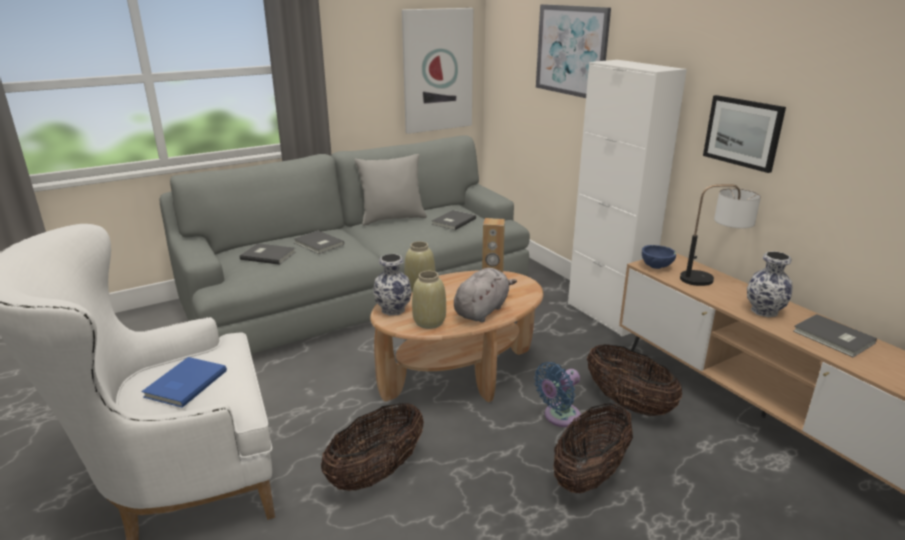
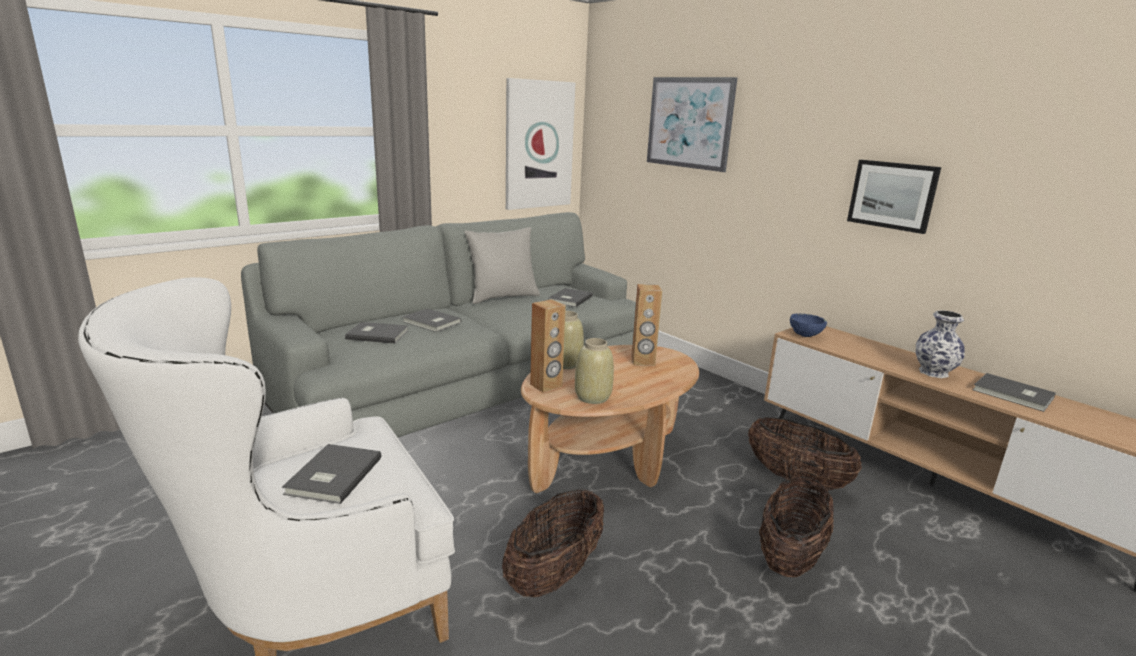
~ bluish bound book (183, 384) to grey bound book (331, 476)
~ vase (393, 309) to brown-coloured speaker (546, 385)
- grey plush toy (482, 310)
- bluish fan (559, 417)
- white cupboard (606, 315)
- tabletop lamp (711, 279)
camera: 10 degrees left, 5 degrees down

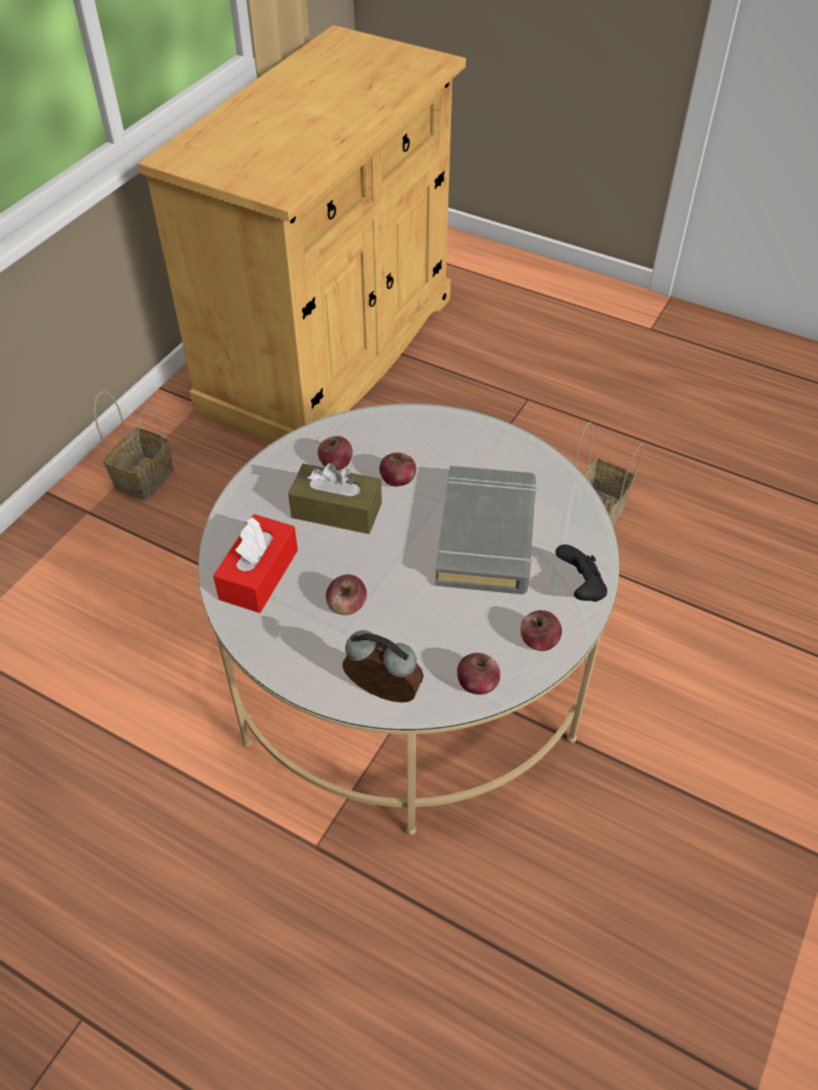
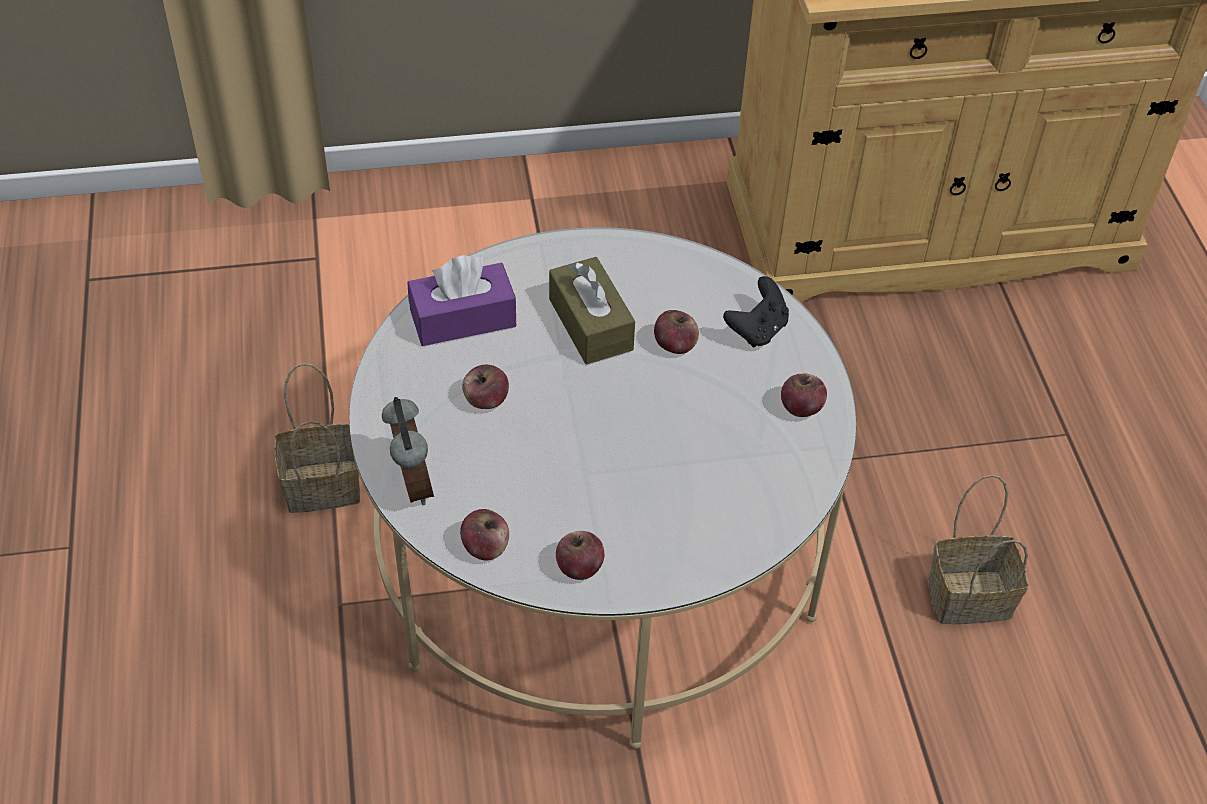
~ basket (144, 476) to (324, 484)
~ reddish tissue box (259, 574) to purple tissue box (463, 318)
~ apple fruit (336, 464) to (801, 407)
- grey bound book (486, 536)
~ black-coloured game controller (580, 588) to (757, 330)
camera: 50 degrees right, 0 degrees up

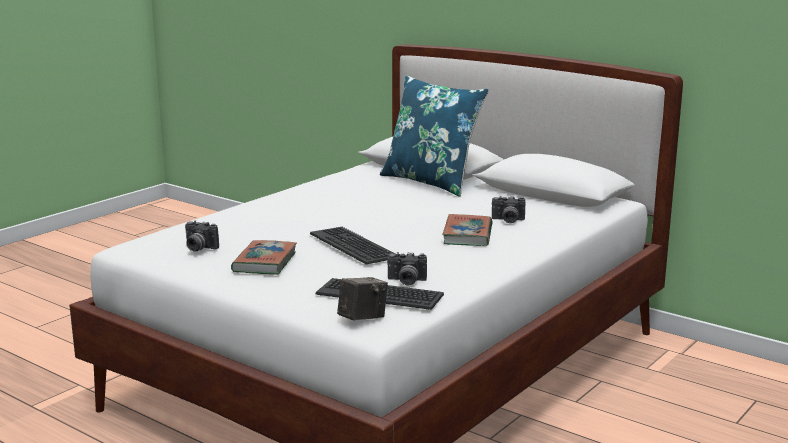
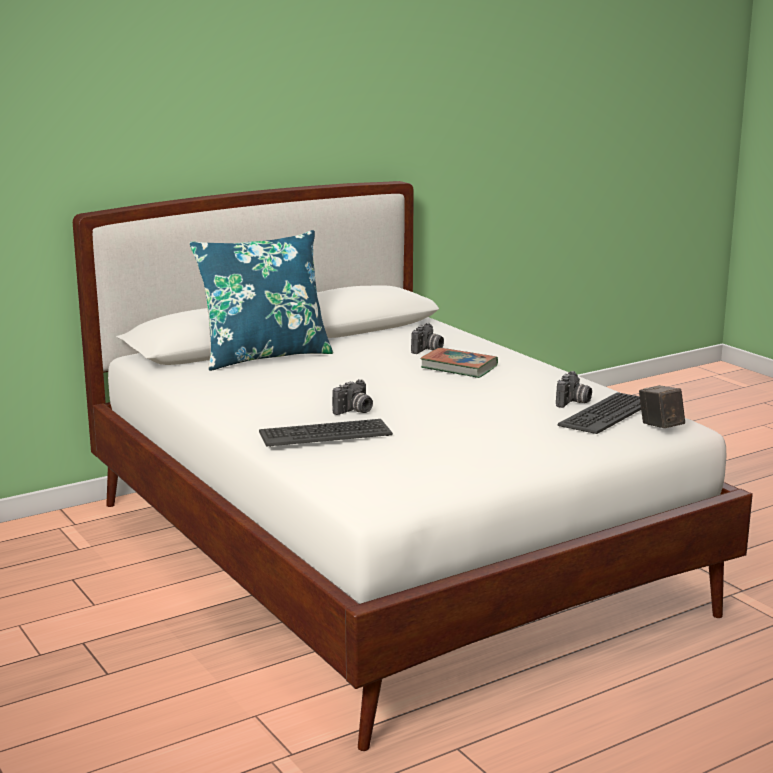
~ photo camera (198, 248) to (354, 411)
- bound book (265, 262)
~ computer keyboard (354, 246) to (325, 434)
camera: 70 degrees left, 0 degrees up

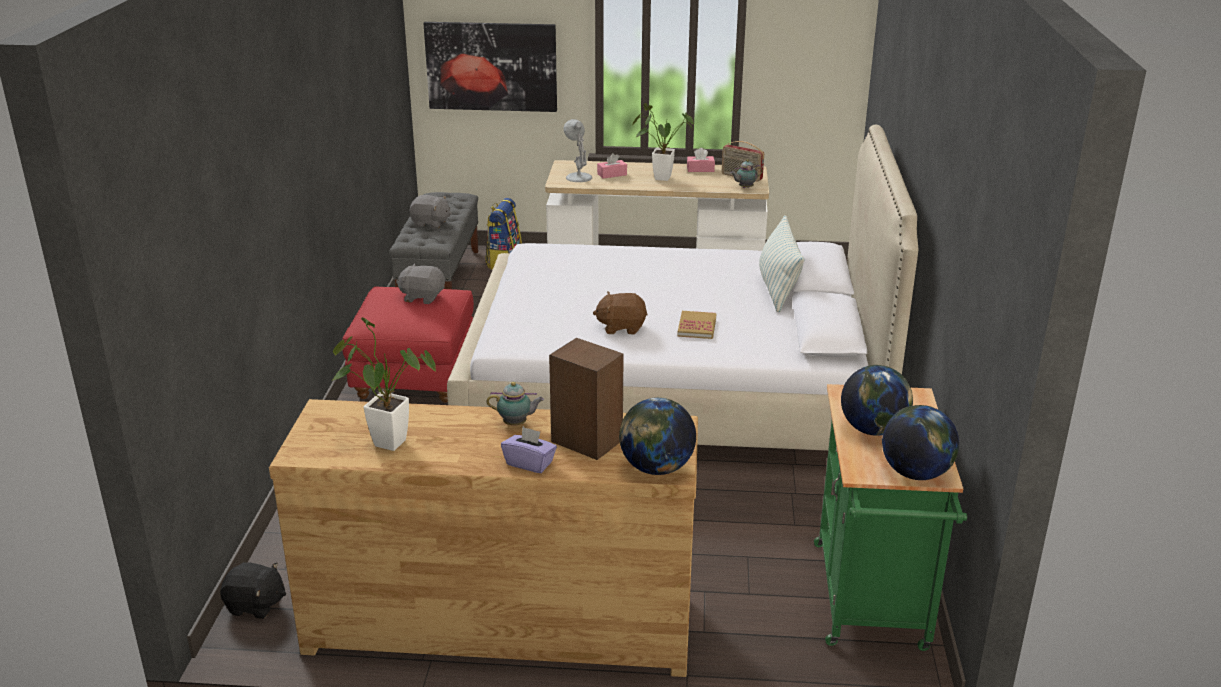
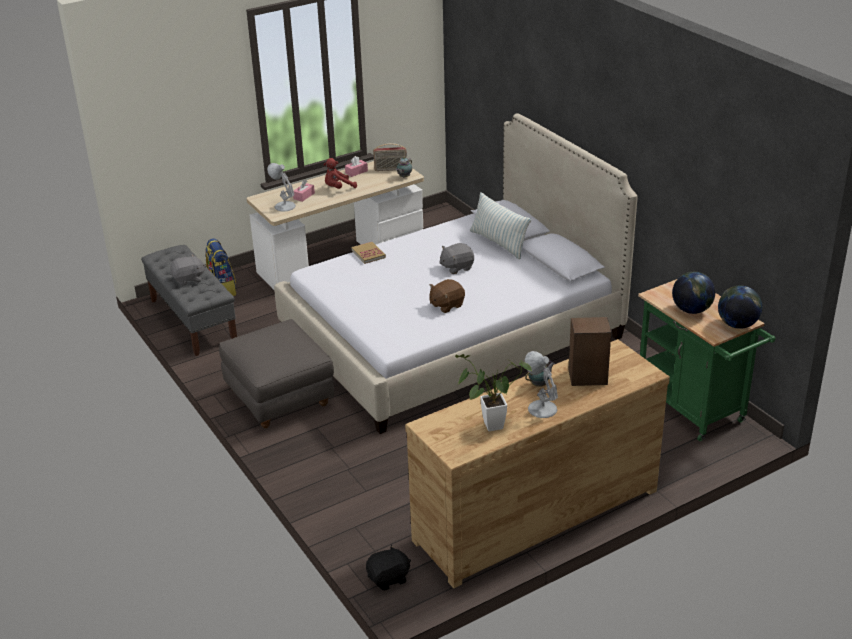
~ reddish ottoman (415, 377) to grey ottoman (280, 398)
~ grey plush toy (422, 297) to (456, 267)
- picture (491, 66)
- purple tissue box (529, 463)
- desk globe (656, 468)
~ potted plant (658, 177) to reddish plush toy (338, 188)
~ bound book (697, 327) to (368, 254)
+ white tabletop lamp (541, 408)
camera: 35 degrees left, 5 degrees up

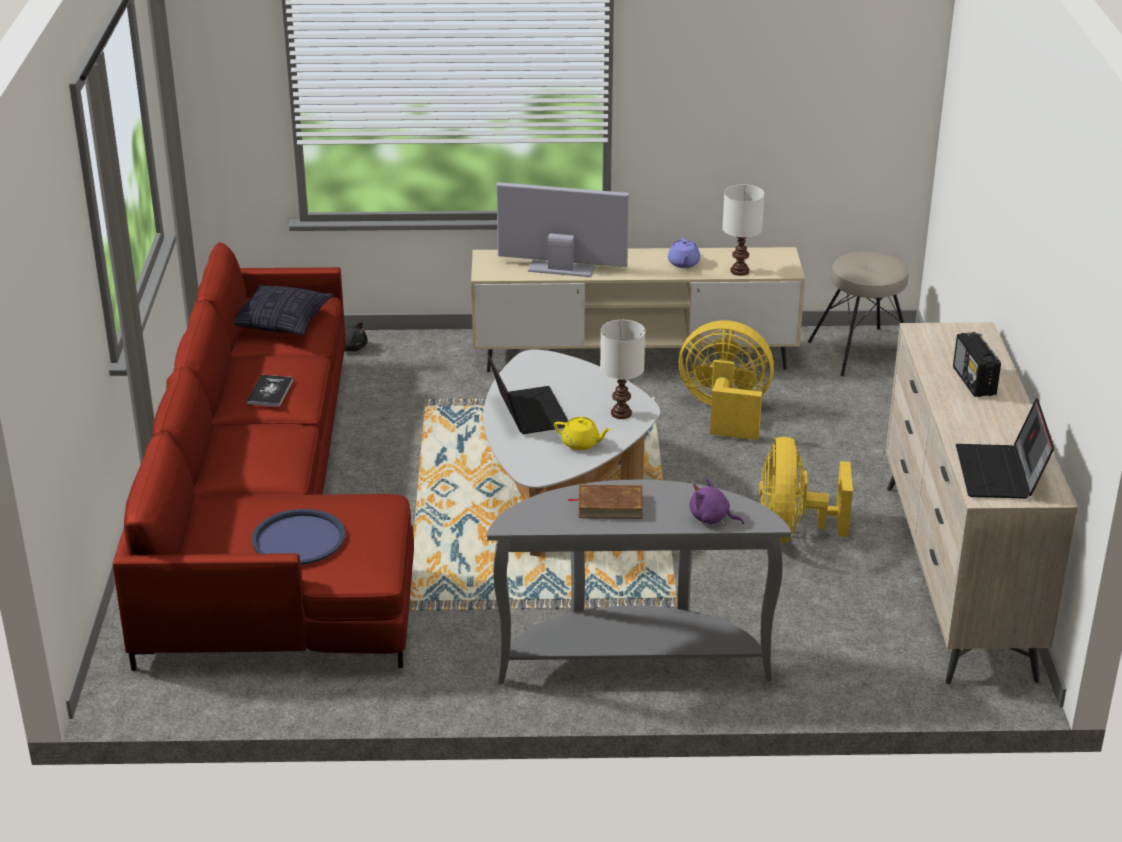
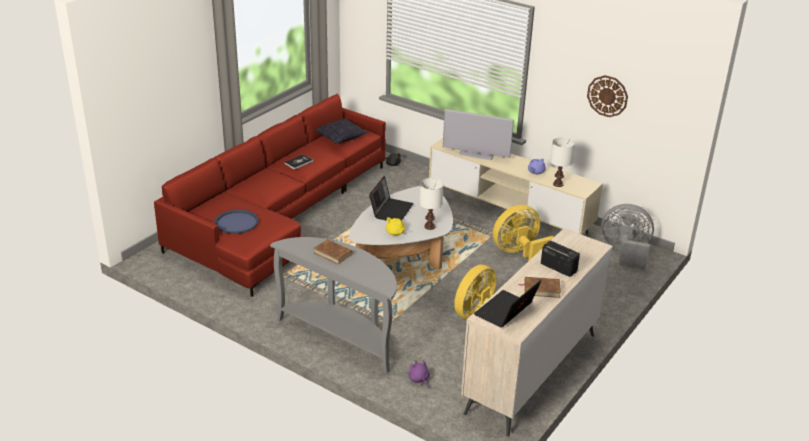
~ TV (561, 269) = (476, 154) 150 degrees clockwise
~ yellow fan (725, 412) = (519, 253) 75 degrees counterclockwise
~ purple plush toy (711, 518) to (419, 380)
~ beige-coloured sitting stool (861, 352) to grey fan (624, 253)
~ radio receiver (974, 382) = (558, 268) 105 degrees clockwise
+ brown-coloured bound book (541, 289)
+ hanging clock (607, 96)
camera: 35 degrees right, 0 degrees up

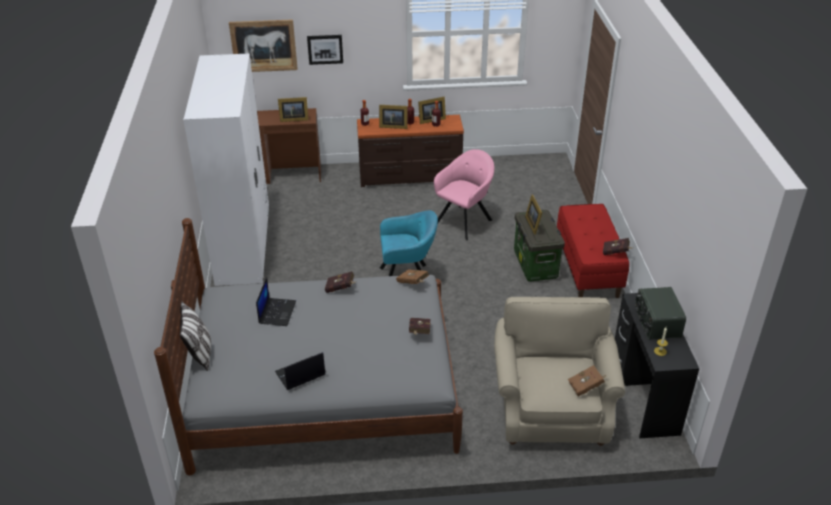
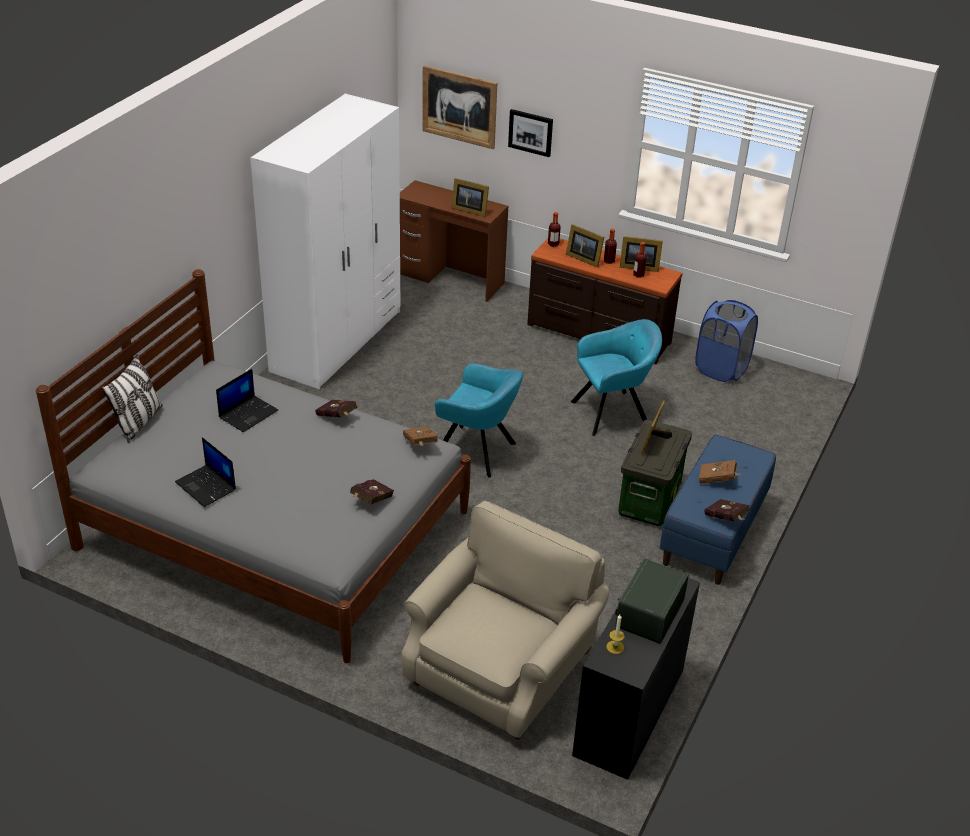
~ portable computer (300, 374) = (207, 486) 135 degrees counterclockwise
~ pinkish easy chair (464, 221) to turquoise easy chair (613, 412)
~ reddish bench (588, 269) to bluish bench (713, 533)
~ brown-coloured bound book (586, 386) to (718, 480)
+ bluish washing basket (721, 369)
camera: 30 degrees right, 0 degrees up

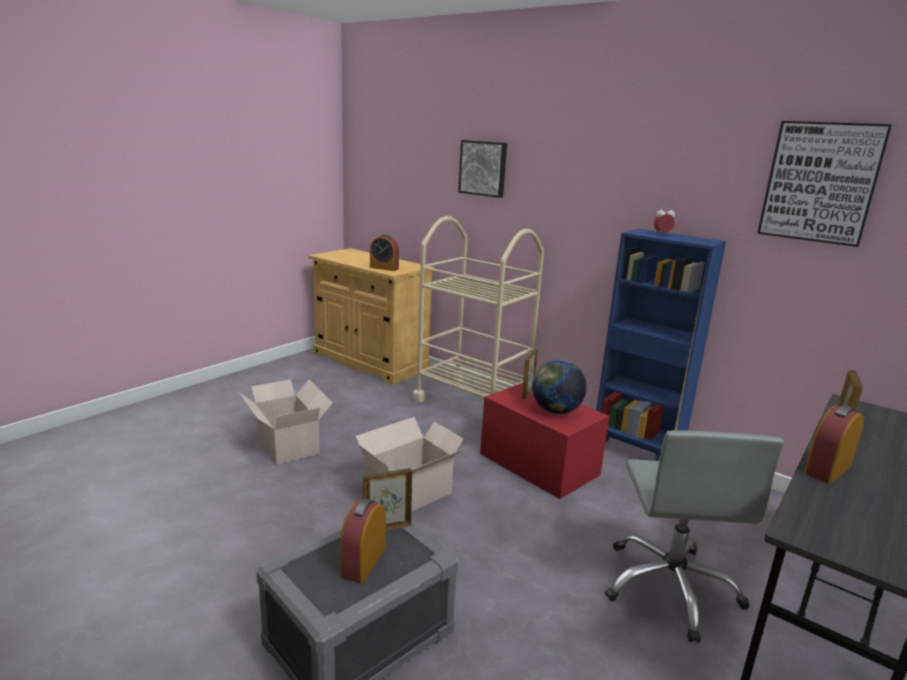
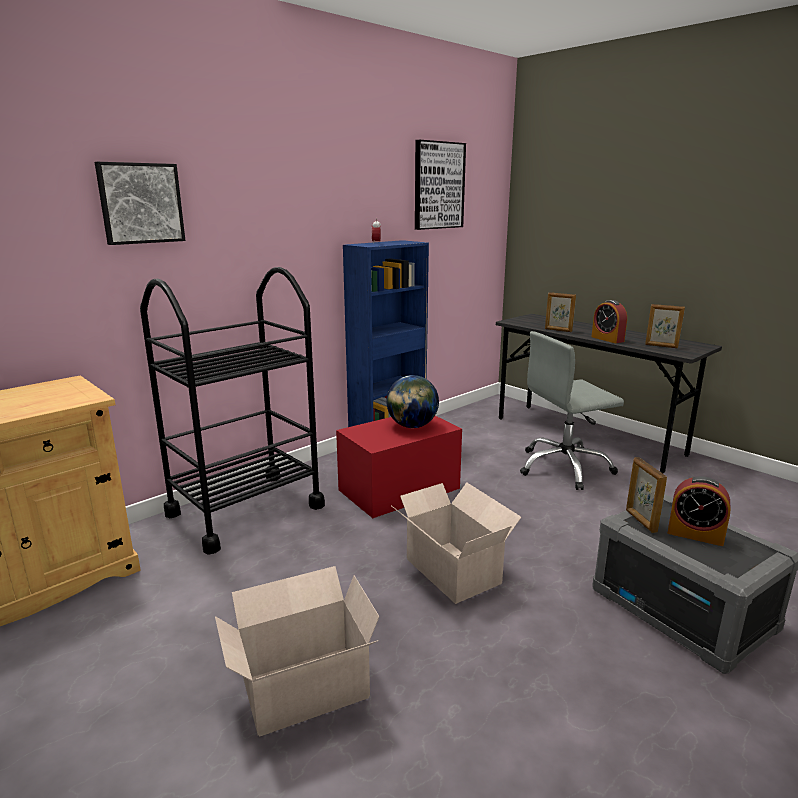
- alarm clock (384, 268)
~ beige-coloured cart (472, 403) to black-coloured cart (245, 510)
~ standing frame (527, 393) to (661, 346)
~ grey office chair (670, 587) = (564, 467) 150 degrees clockwise
camera: 80 degrees left, 0 degrees up

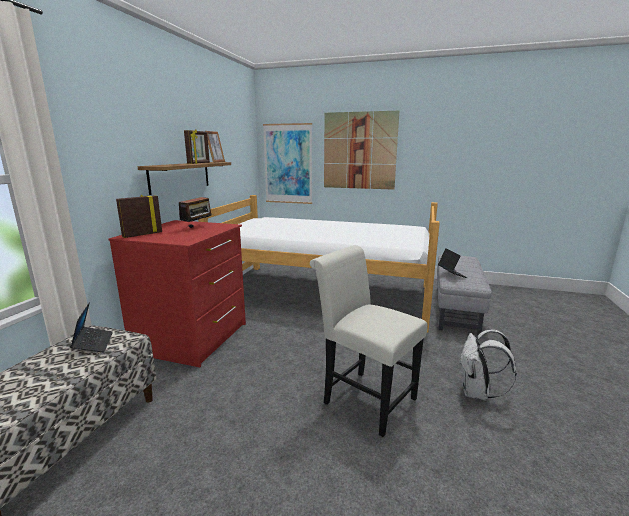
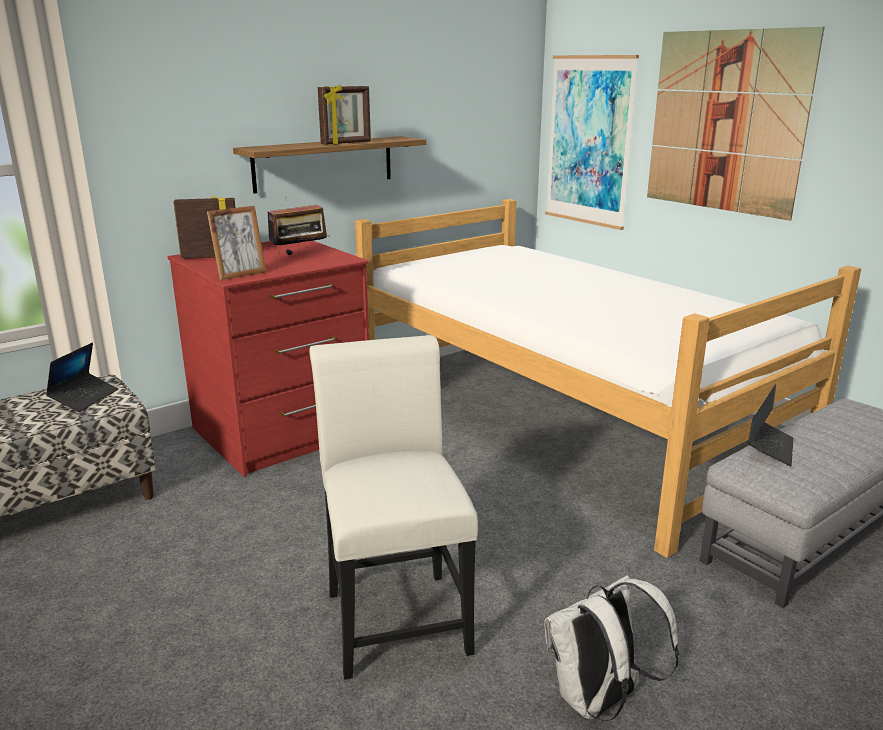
~ standing frame (216, 162) to (240, 274)
camera: 35 degrees right, 5 degrees up

